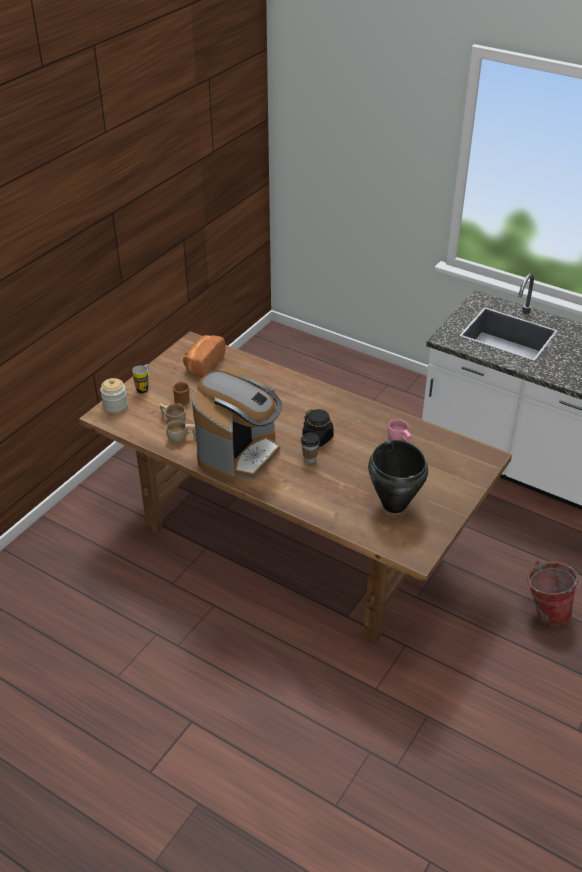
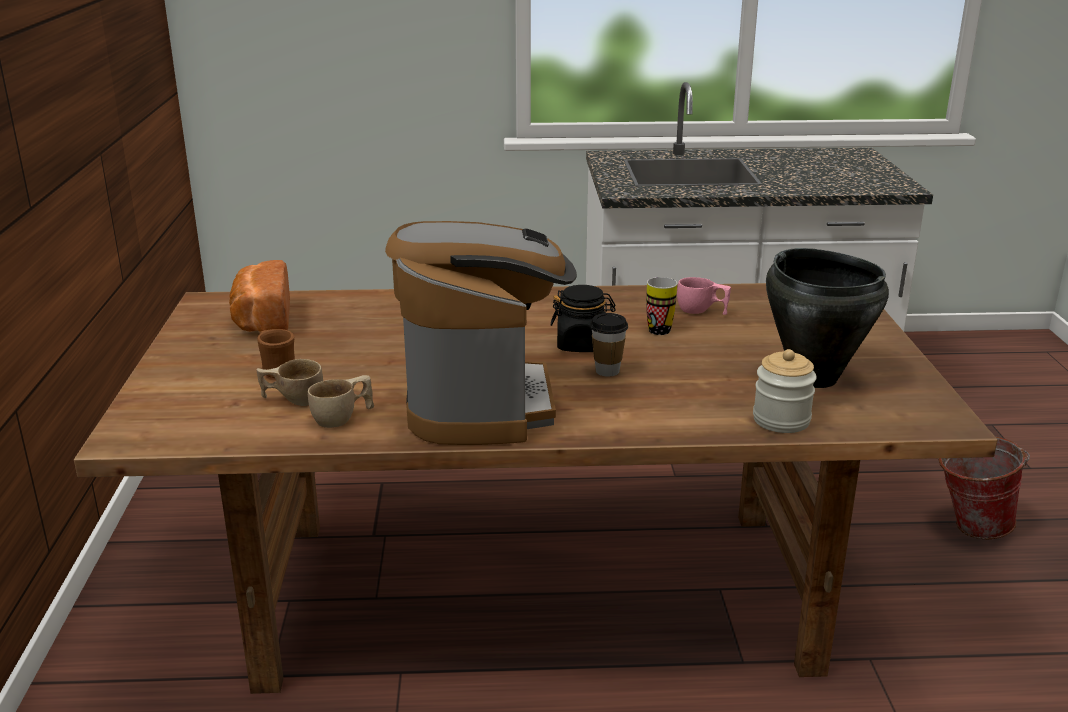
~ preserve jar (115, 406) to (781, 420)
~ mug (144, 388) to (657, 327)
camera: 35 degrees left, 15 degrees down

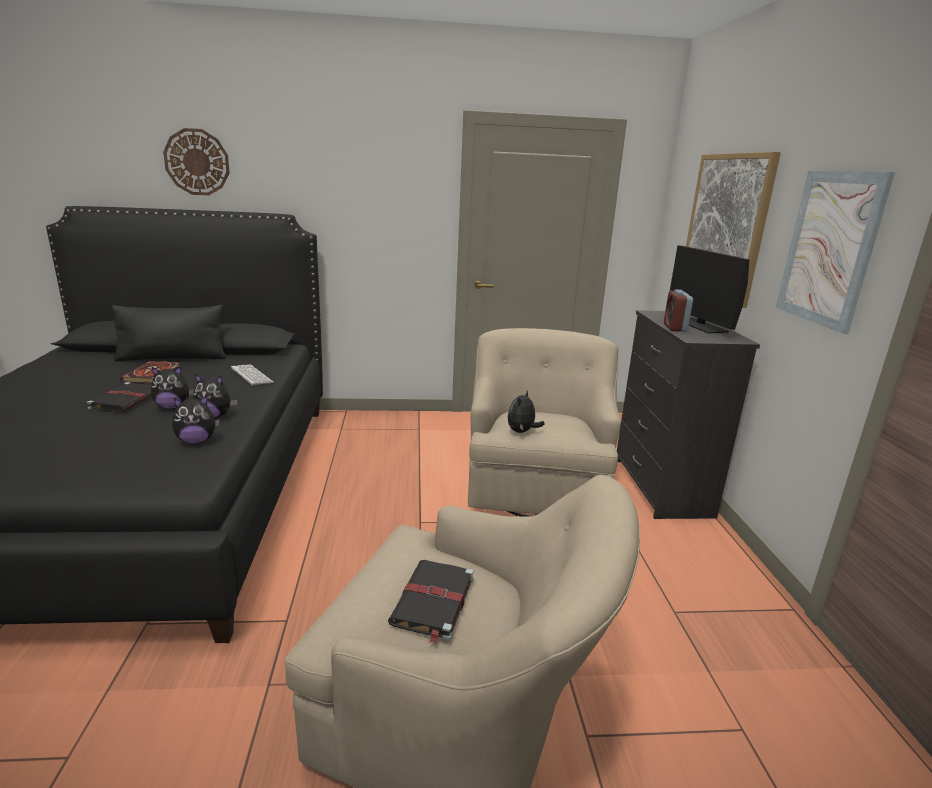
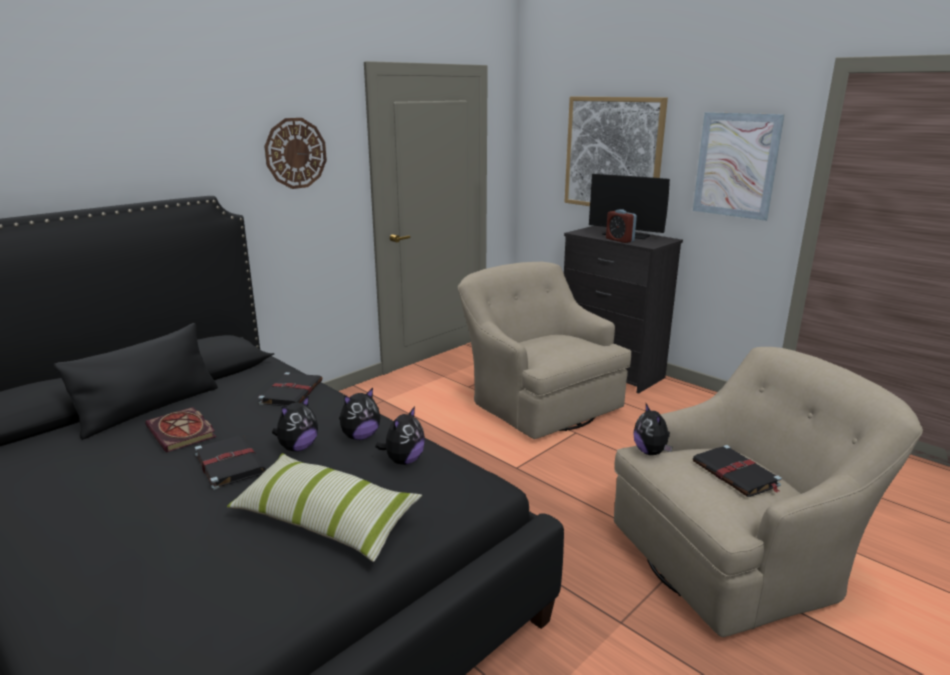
~ hanging clock (197, 162) to (295, 153)
~ computer keyboard (252, 375) to black-coloured bound book (292, 392)
~ plush toy (522, 432) to (651, 452)
+ pillow (325, 519)
camera: 40 degrees left, 0 degrees up

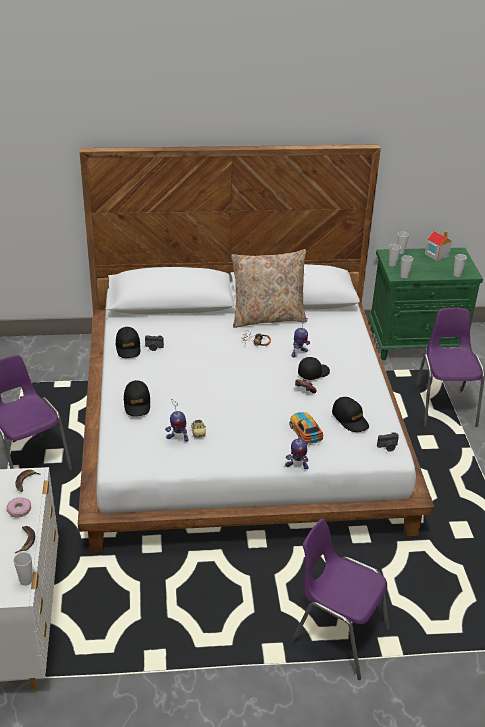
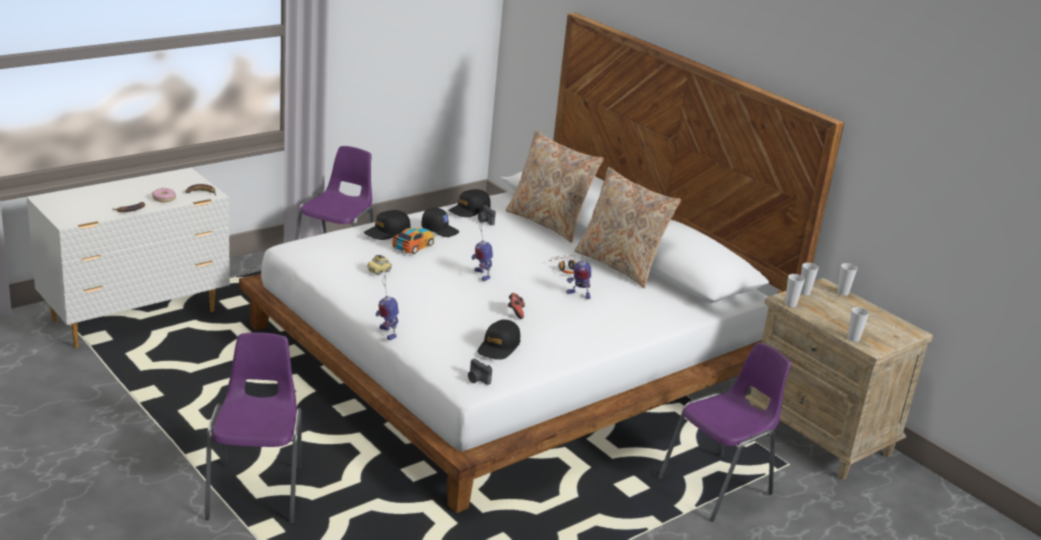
- cup (26, 580)
~ toy robot (177, 438) to (481, 275)
~ model car (305, 432) to (413, 245)
~ black-coloured baseball cap (313, 373) to (440, 230)
~ green-coloured bedside table (416, 343) to beige-coloured bedside table (820, 437)
- toy house (436, 255)
+ beige-coloured pillow (548, 223)
camera: 55 degrees right, 10 degrees down

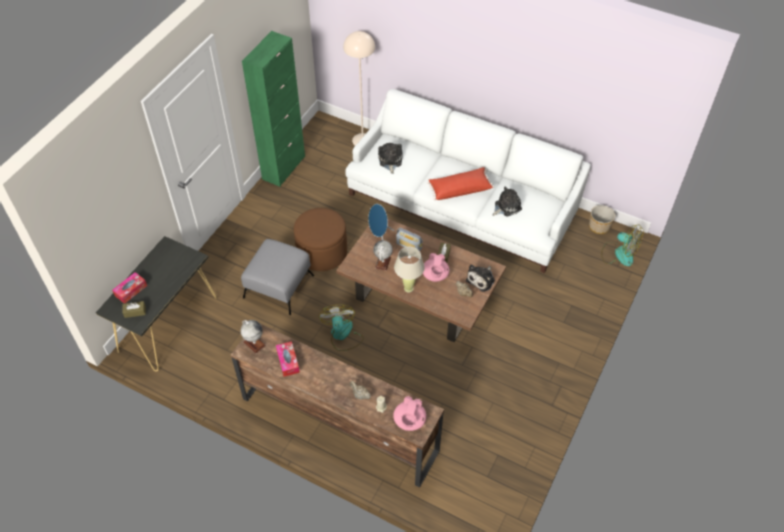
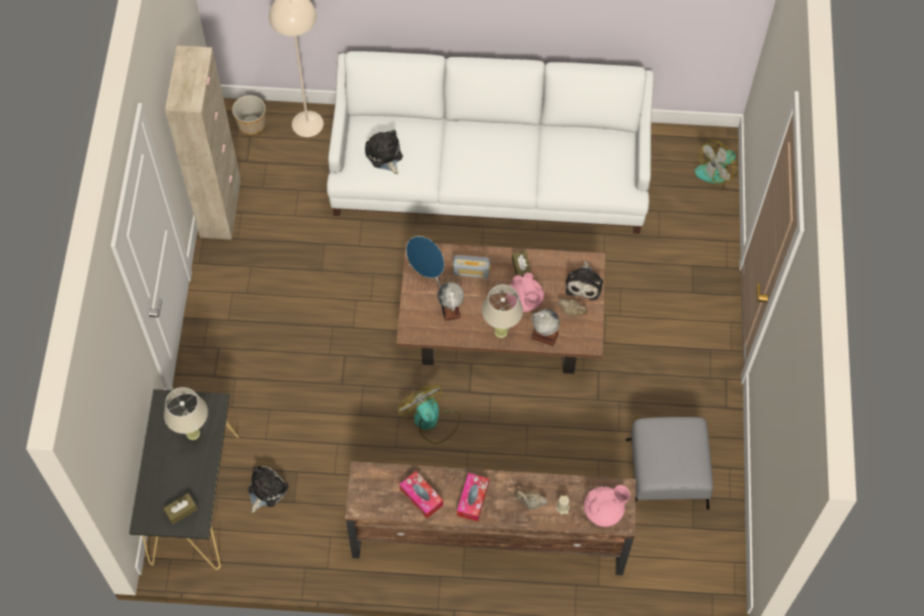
~ tissue box (131, 290) to (473, 499)
~ grey ottoman (279, 286) to (667, 473)
~ desk globe (254, 343) to (544, 335)
~ green-coloured cupboard (284, 168) to beige-coloured cupboard (221, 208)
- brown-coloured ottoman (322, 252)
~ pinkish tea pot (409, 421) = (604, 511) 90 degrees counterclockwise
- reddish pillow (459, 189)
~ plush toy (506, 207) to (266, 490)
~ flower pot (599, 226) to (252, 123)
~ fan (619, 253) = (718, 170) 135 degrees clockwise
+ beige-coloured tabletop lamp (193, 433)
camera: 25 degrees left, 10 degrees up

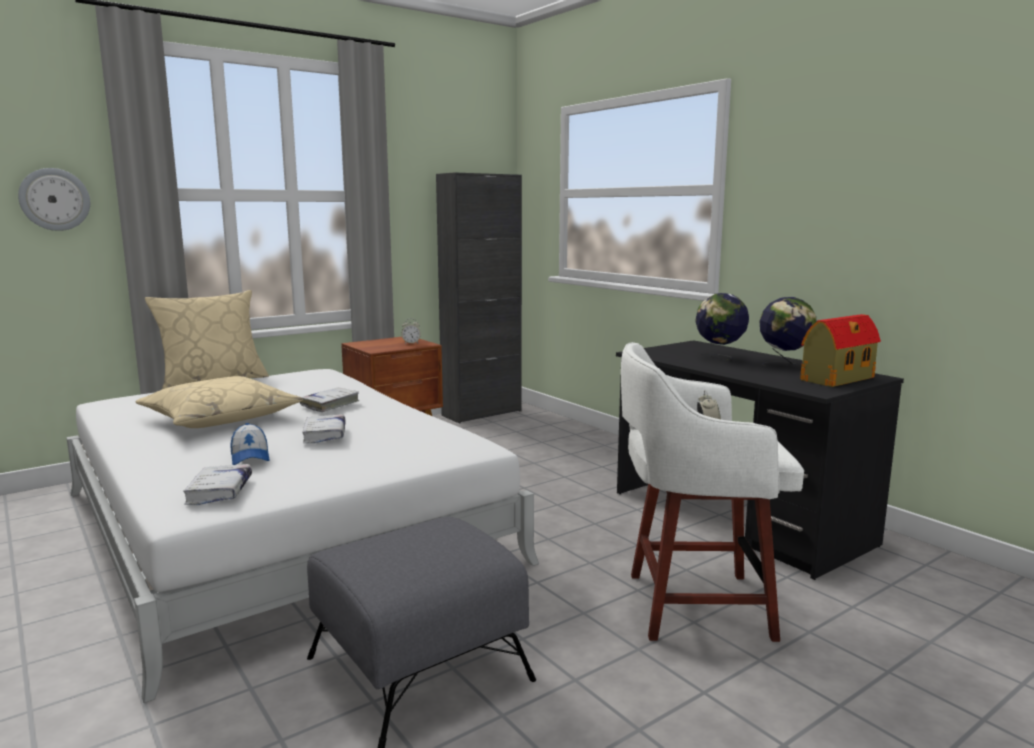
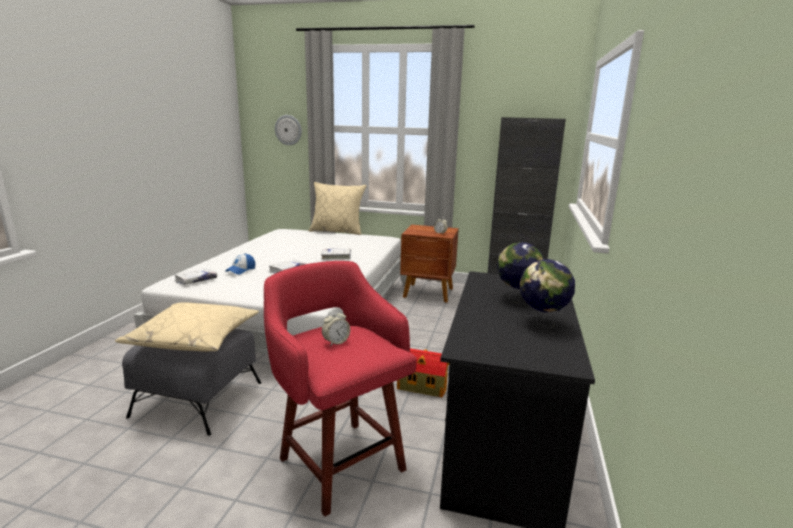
~ beige-coloured pillow (221, 418) to (194, 338)
~ white sitting stool (692, 605) to reddish sitting stool (339, 461)
~ toy house (836, 379) to (420, 387)
camera: 50 degrees right, 5 degrees up

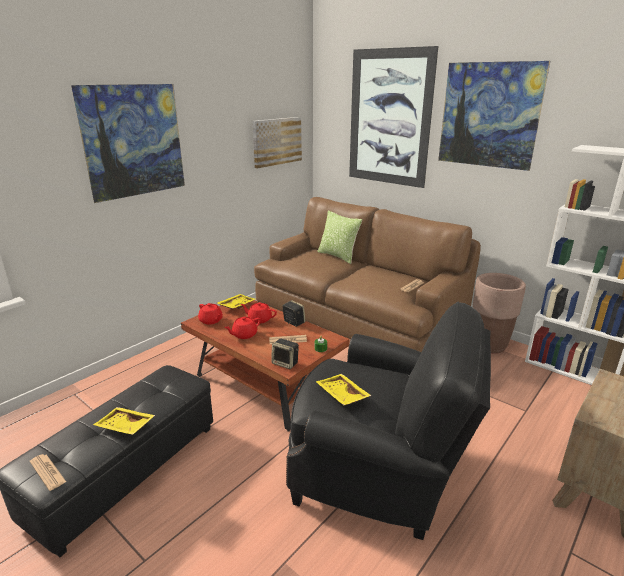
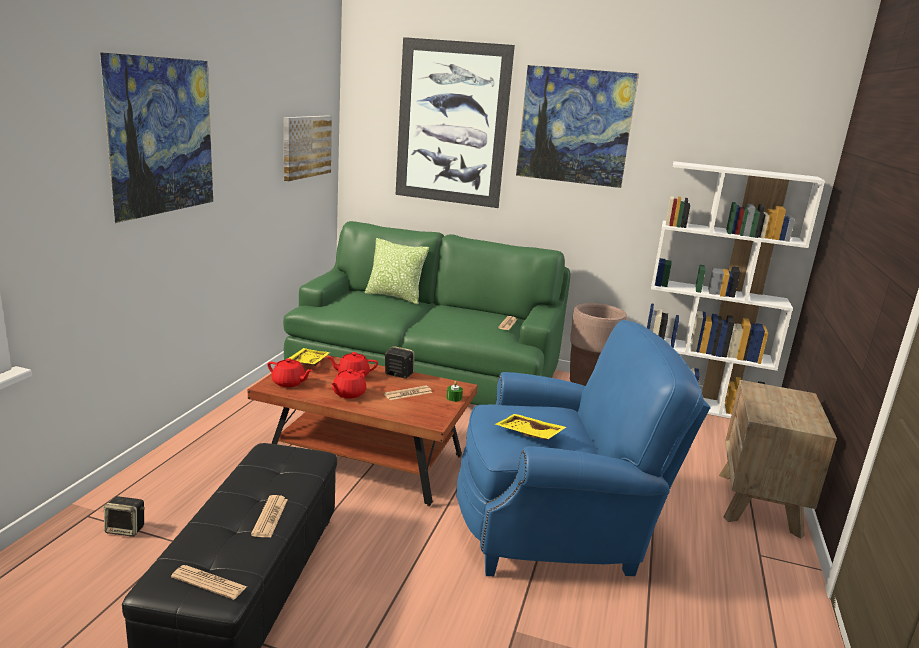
~ yellow carrying tray (124, 427) to daily paper (270, 517)
~ brown-coloured settee (356, 316) to green-coloured settee (424, 372)
~ speaker (285, 363) to (126, 529)
~ black-coloured easy chair (379, 473) to bluish easy chair (556, 527)
camera: 25 degrees left, 5 degrees down

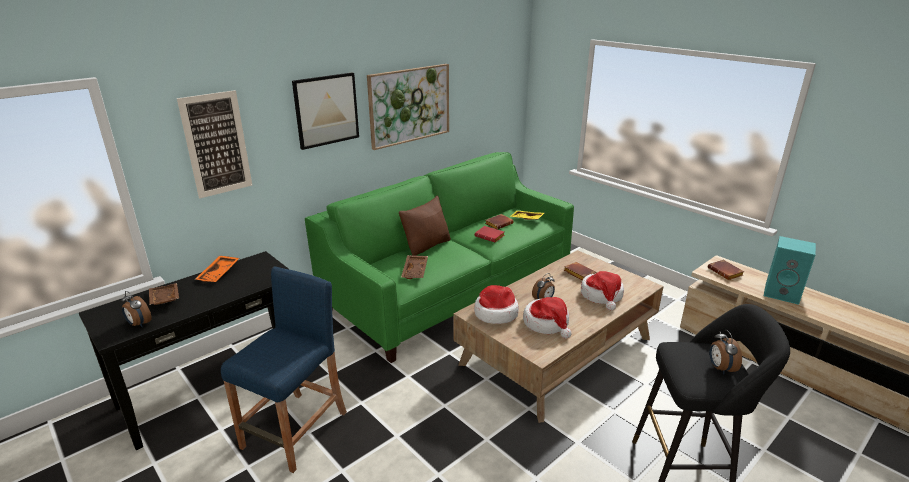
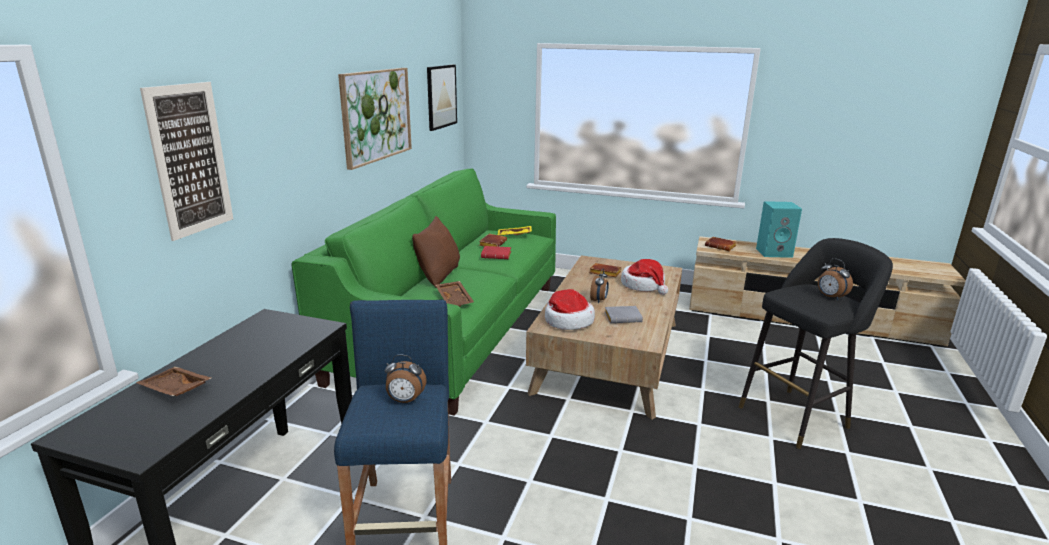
~ alarm clock (139, 324) to (405, 401)
- orange carrying tray (219, 274)
~ picture (326, 110) to (441, 96)
~ wearable hat (547, 323) to grey bound book (623, 317)
camera: 30 degrees left, 5 degrees down

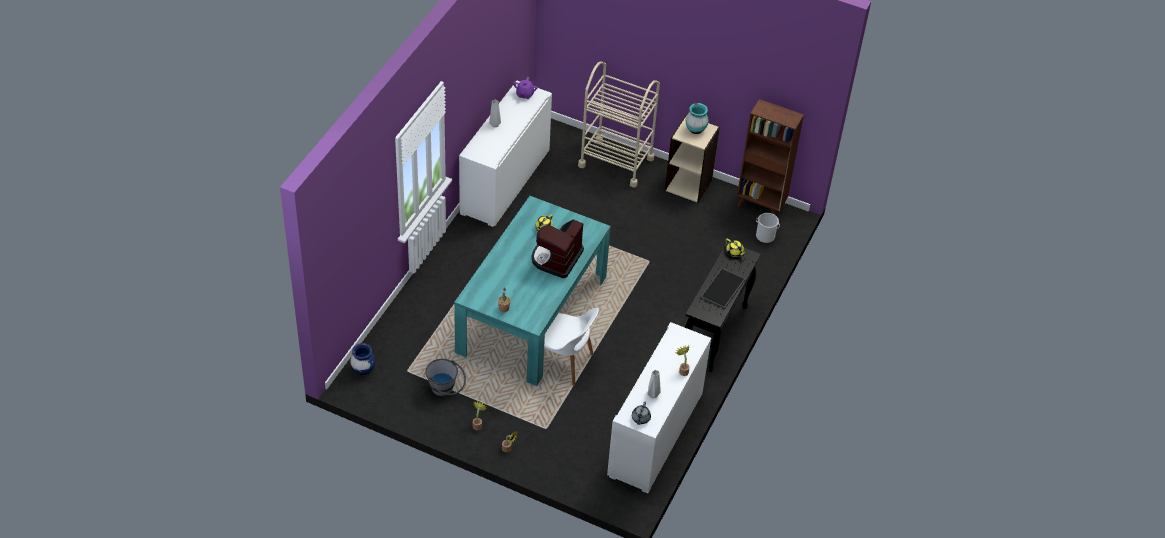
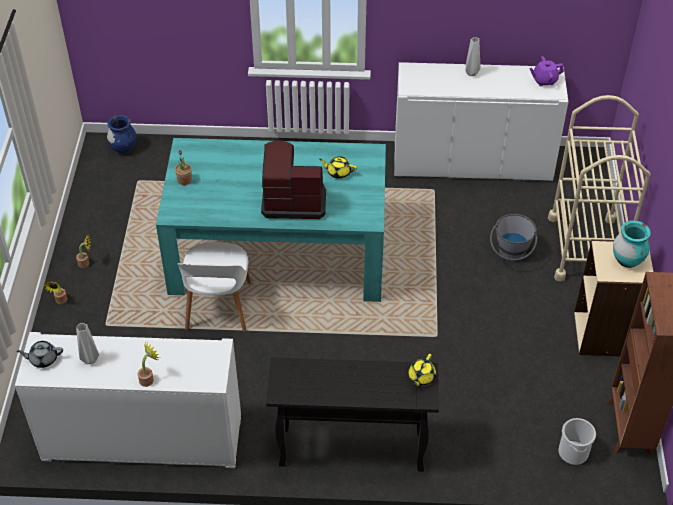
~ grey pail (445, 390) to (511, 255)
- carrying tray (723, 289)
camera: 70 degrees right, 0 degrees up

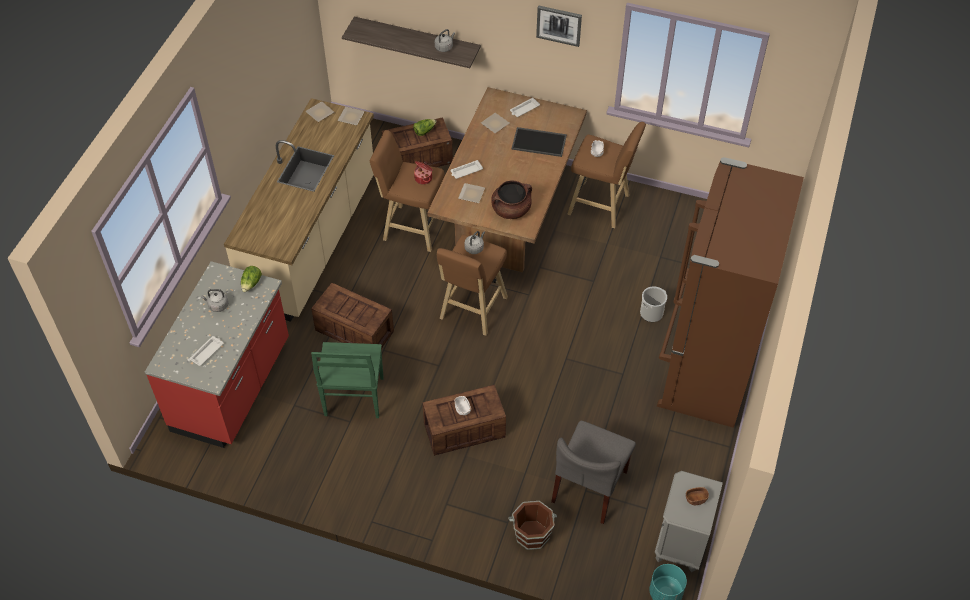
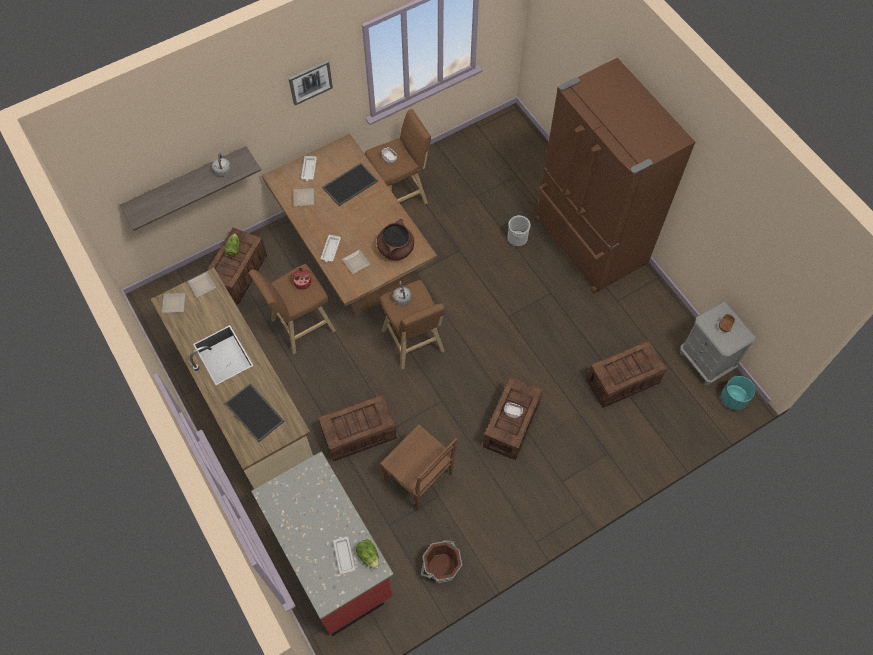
- grey tea kettle (217, 305)
~ lettuce head (251, 283) to (369, 555)
~ green-coloured plain chair (353, 398) to brown-coloured plain chair (420, 478)
~ brown-coloured pail (532, 534) to (441, 567)
~ grey plain chair (590, 487) to shipping crate (621, 381)
+ carrying tray (255, 412)
camera: 50 degrees left, 10 degrees up

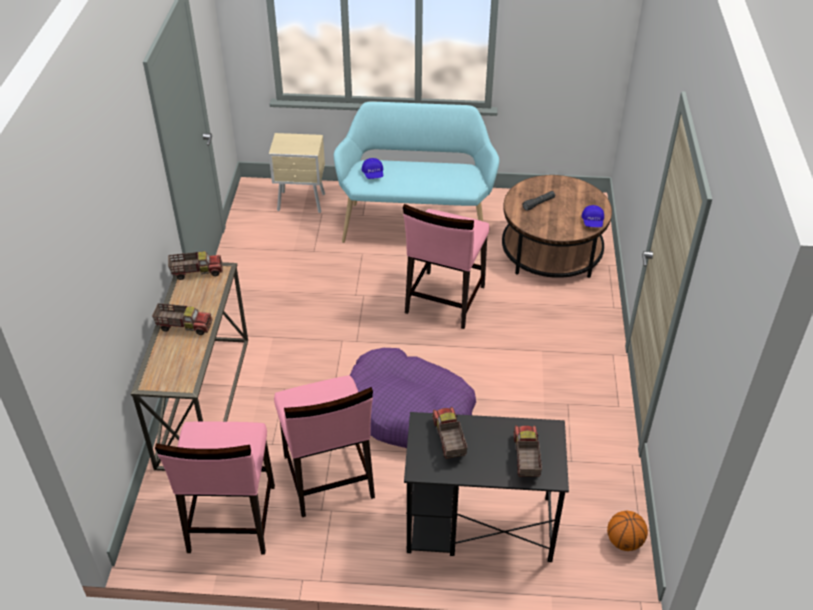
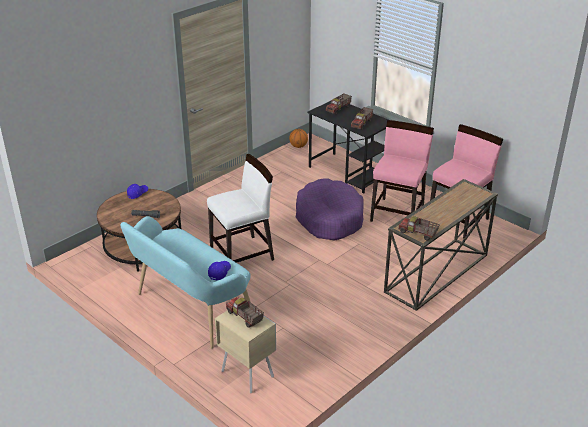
~ toy truck (184, 326) to (244, 317)
~ pinkish plain chair (444, 300) to white plain chair (242, 255)
camera: 140 degrees left, 10 degrees down

